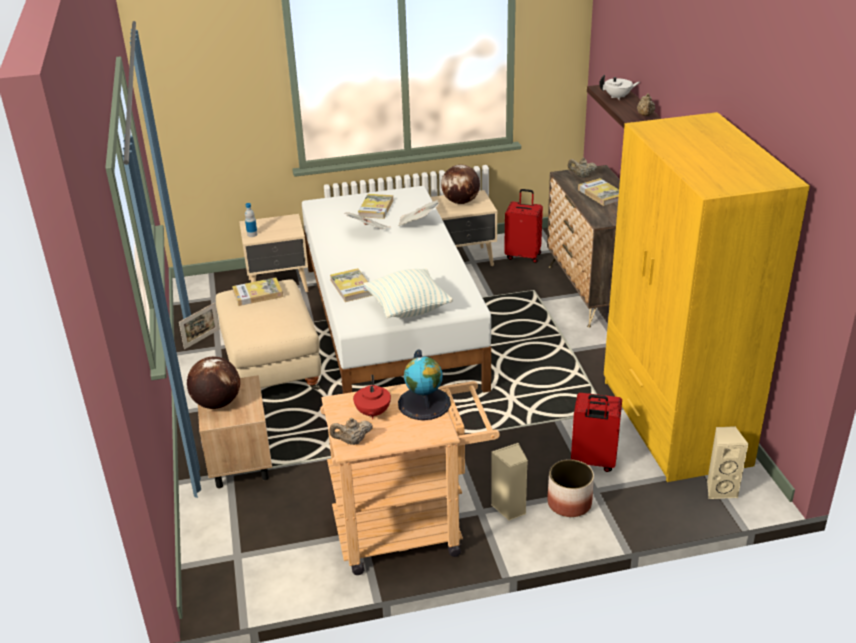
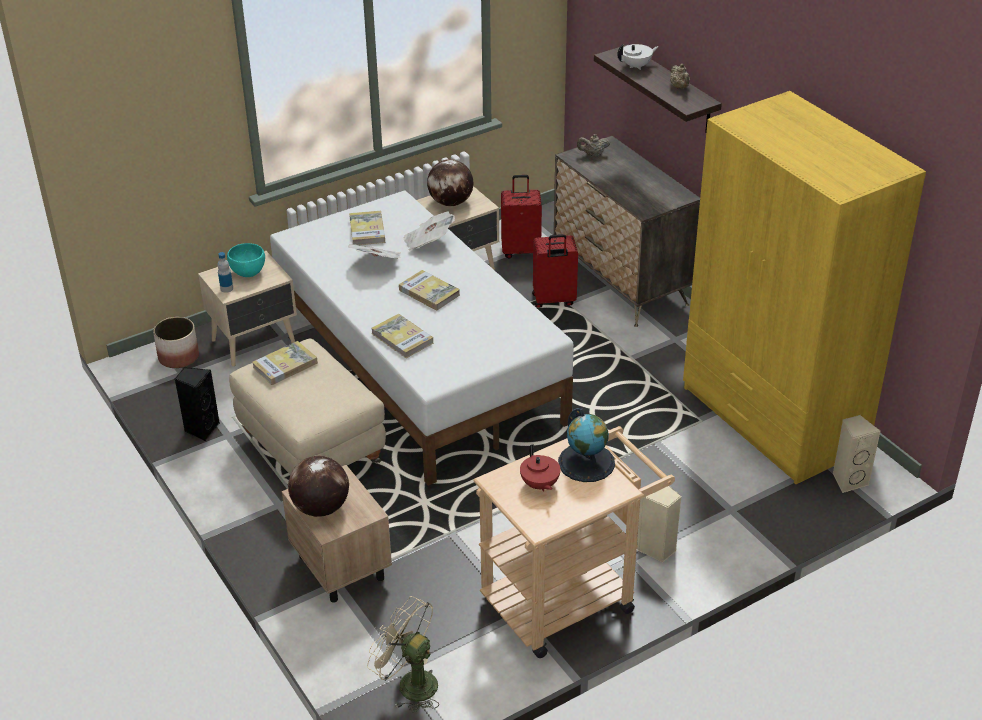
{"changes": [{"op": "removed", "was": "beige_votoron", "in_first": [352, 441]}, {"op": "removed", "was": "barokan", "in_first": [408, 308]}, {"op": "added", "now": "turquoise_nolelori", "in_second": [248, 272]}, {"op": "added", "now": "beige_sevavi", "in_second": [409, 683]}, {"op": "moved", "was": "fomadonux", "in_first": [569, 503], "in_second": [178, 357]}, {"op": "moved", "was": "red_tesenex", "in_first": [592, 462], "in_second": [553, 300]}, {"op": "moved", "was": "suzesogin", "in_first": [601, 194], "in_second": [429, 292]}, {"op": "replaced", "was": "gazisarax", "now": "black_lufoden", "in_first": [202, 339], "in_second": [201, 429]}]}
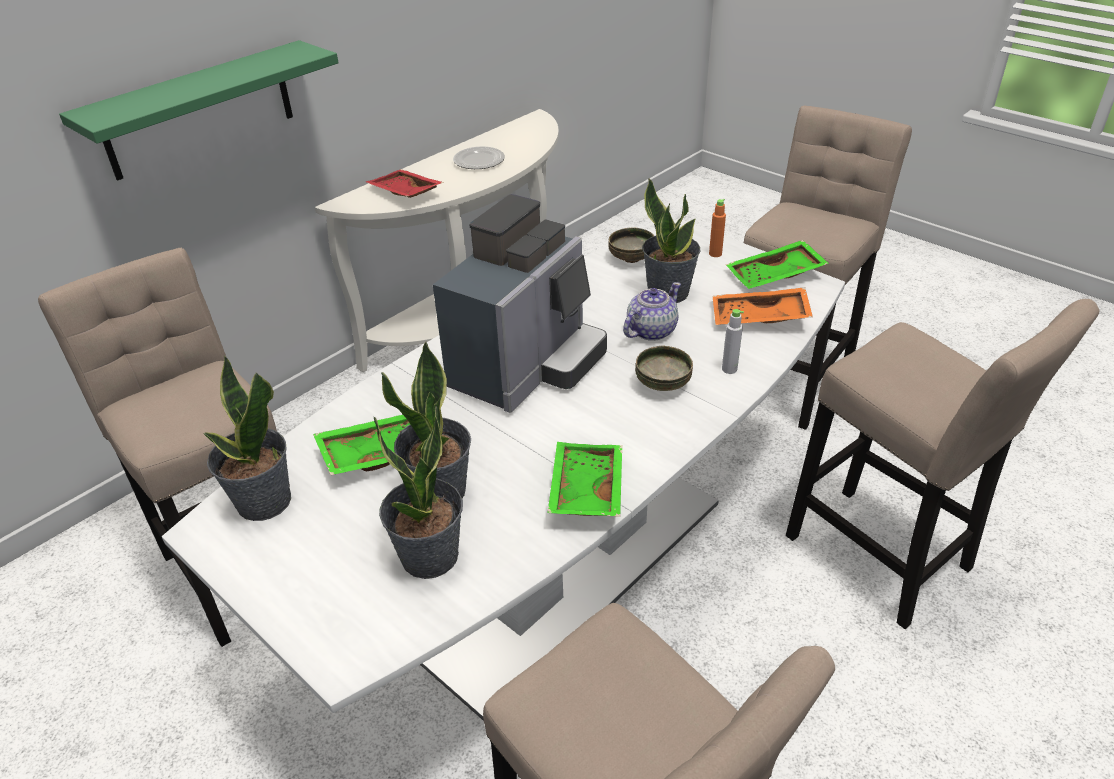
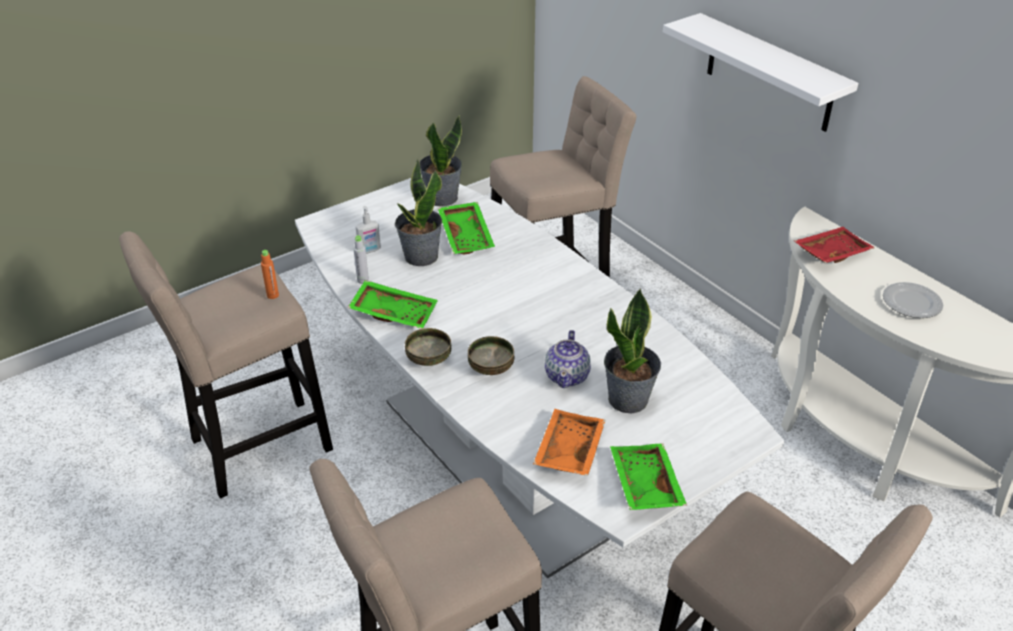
{"changes": [{"op": "removed", "was": "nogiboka", "in_first": [528, 366]}, {"op": "moved", "was": "nolelori", "in_first": [631, 259], "in_second": [428, 360]}, {"op": "moved", "was": "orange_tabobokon", "in_first": [715, 254], "in_second": [273, 295]}, {"op": "moved", "was": "grey_tabobokon", "in_first": [729, 369], "in_second": [363, 280]}, {"op": "replaced", "was": "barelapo", "now": "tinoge", "in_first": [430, 557], "in_second": [369, 250]}, {"op": "recoloured", "was": "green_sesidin", "now": "white_sesidin", "in_first": [199, 110], "in_second": [769, 73]}, {"op": "turned", "was": "votoron", "in_first": [650, 331], "in_second": [567, 376], "clockwise": 45}]}
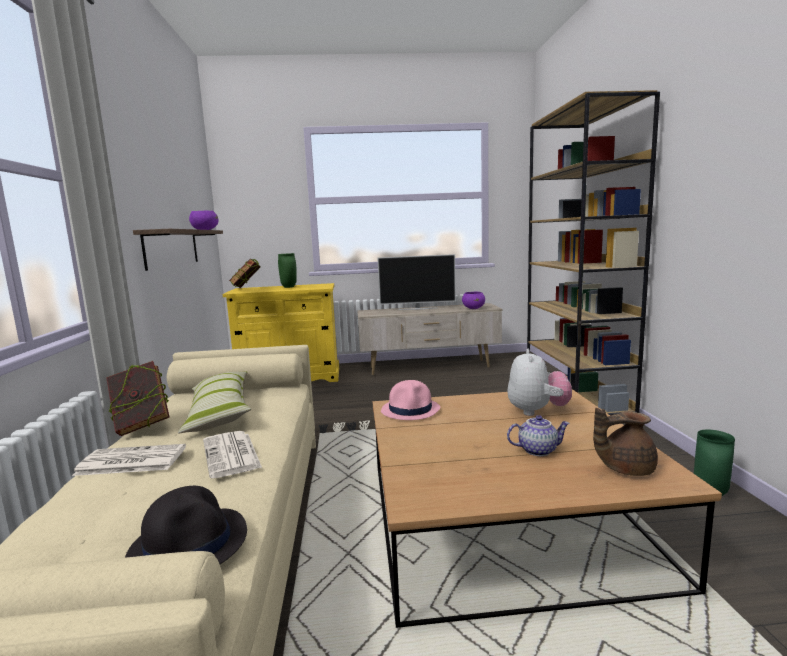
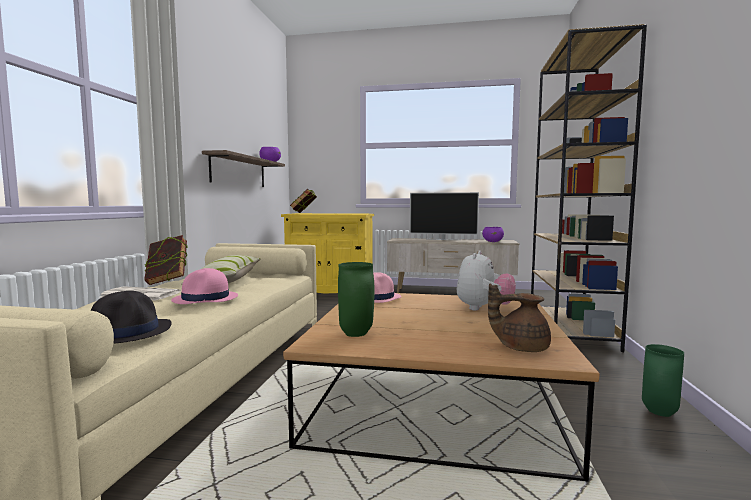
{"changes": [{"op": "removed", "was": "votoron", "in_first": [537, 450]}, {"op": "moved", "was": "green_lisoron", "in_first": [288, 287], "in_second": [355, 334]}, {"op": "replaced", "was": "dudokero", "now": "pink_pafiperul", "in_first": [232, 455], "in_second": [205, 299]}]}
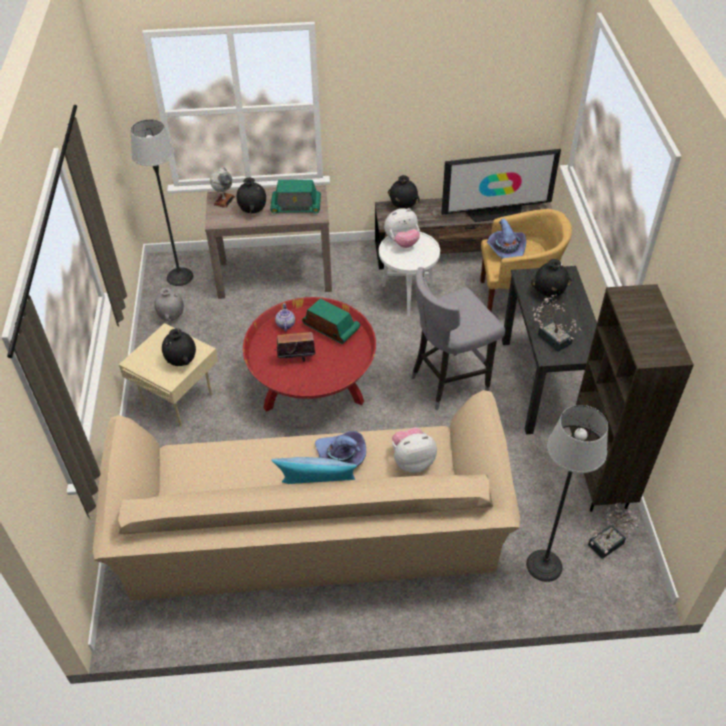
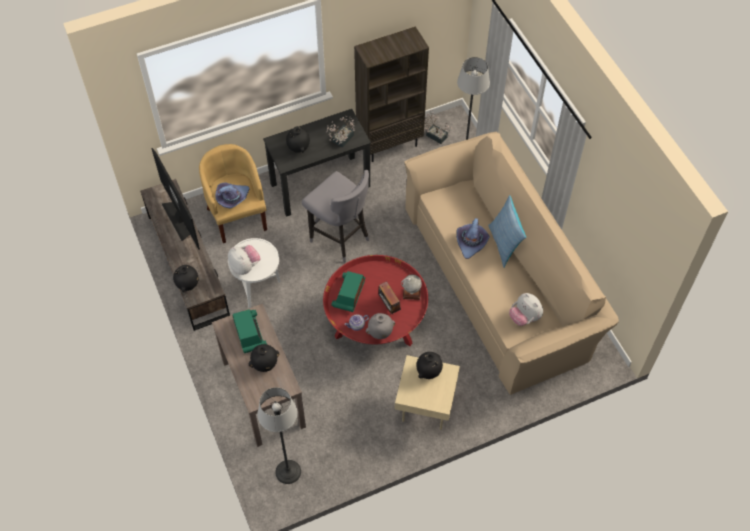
{"changes": [{"op": "moved", "was": "grey_lisoron", "in_first": [171, 316], "in_second": [380, 333]}, {"op": "moved", "was": "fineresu", "in_first": [224, 200], "in_second": [411, 294]}, {"op": "moved", "was": "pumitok", "in_first": [412, 461], "in_second": [524, 317]}]}
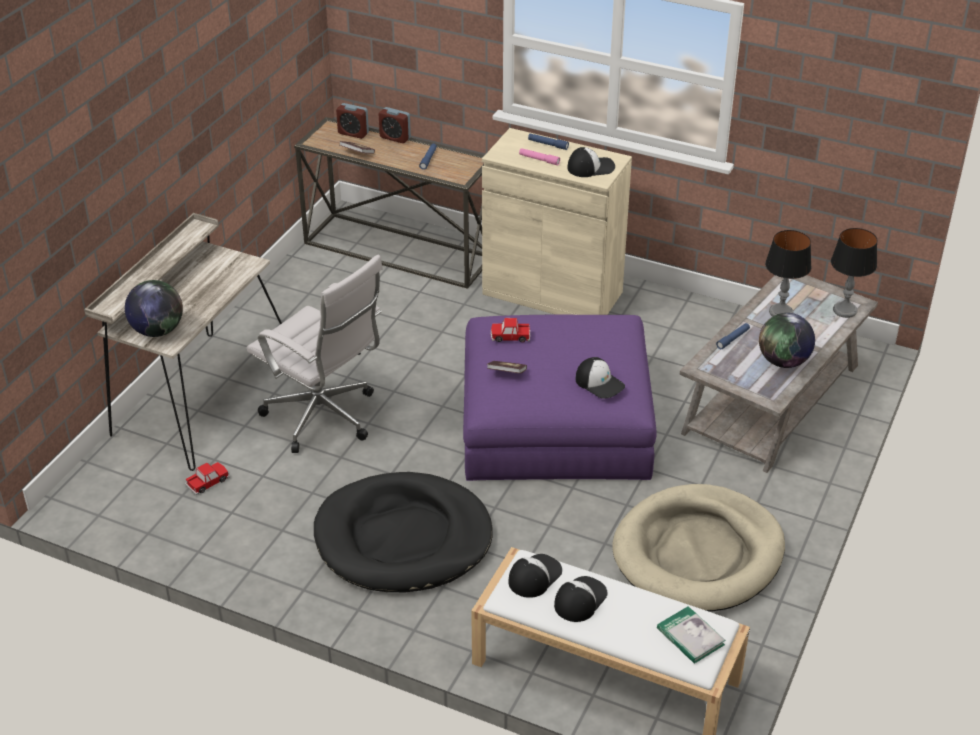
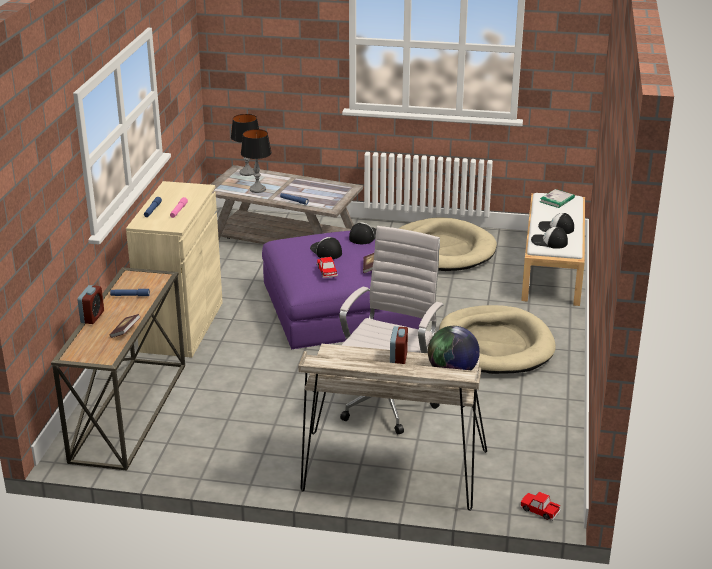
{"changes": [{"op": "removed", "was": "fineresu", "in_first": [783, 362]}, {"op": "moved", "was": "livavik", "in_first": [208, 482], "in_second": [539, 510]}, {"op": "moved", "was": "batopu", "in_first": [353, 133], "in_second": [398, 360]}, {"op": "moved", "was": "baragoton", "in_first": [591, 167], "in_second": [326, 251]}, {"op": "recoloured", "was": "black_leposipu", "now": "beige_leposipu", "in_first": [403, 538], "in_second": [495, 345]}]}
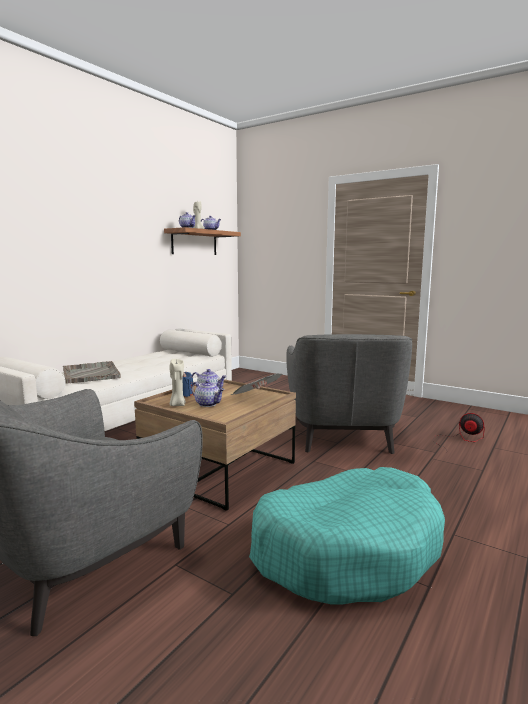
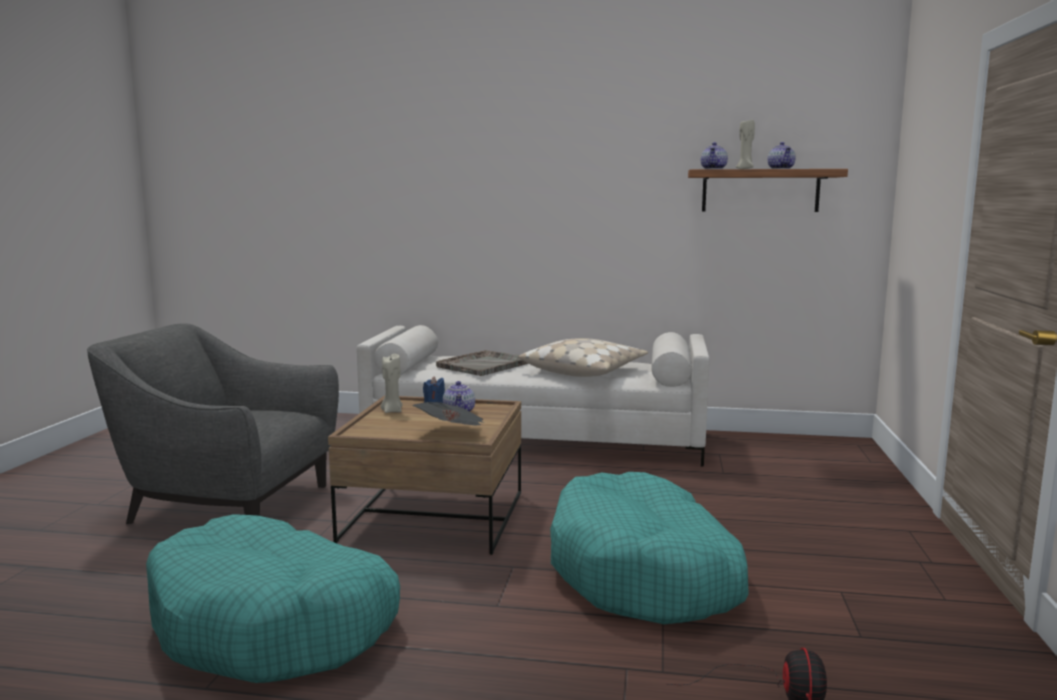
{"changes": [{"op": "removed", "was": "votoron", "in_first": [208, 404]}, {"op": "added", "now": "beige_barokan", "in_second": [584, 370]}, {"op": "replaced", "was": "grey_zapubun", "now": "turquoise_leposipu", "in_first": [343, 435], "in_second": [644, 573]}]}
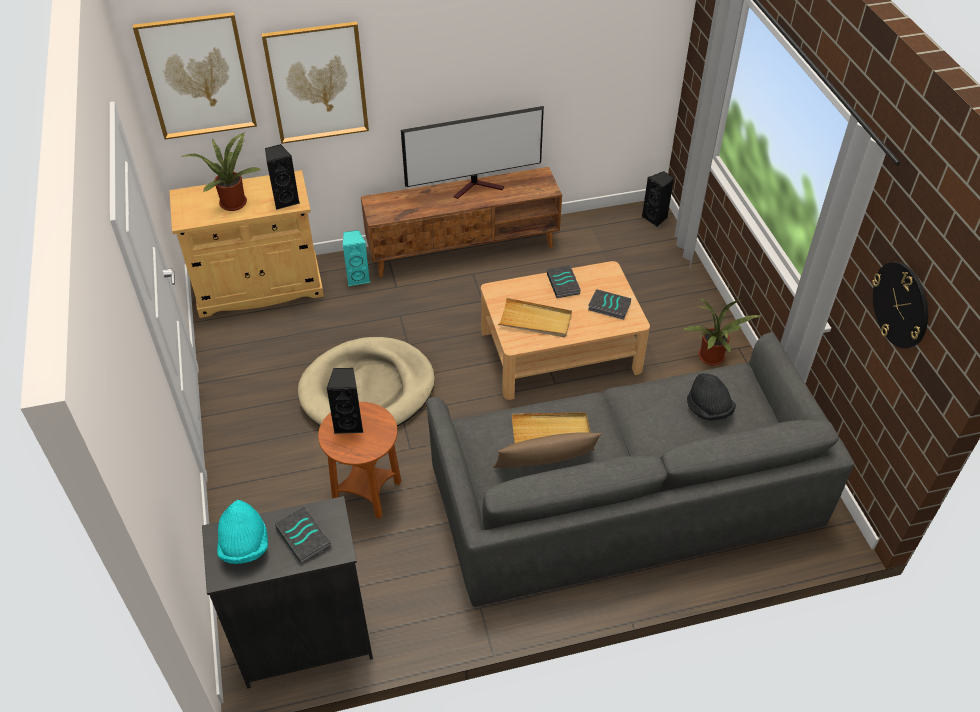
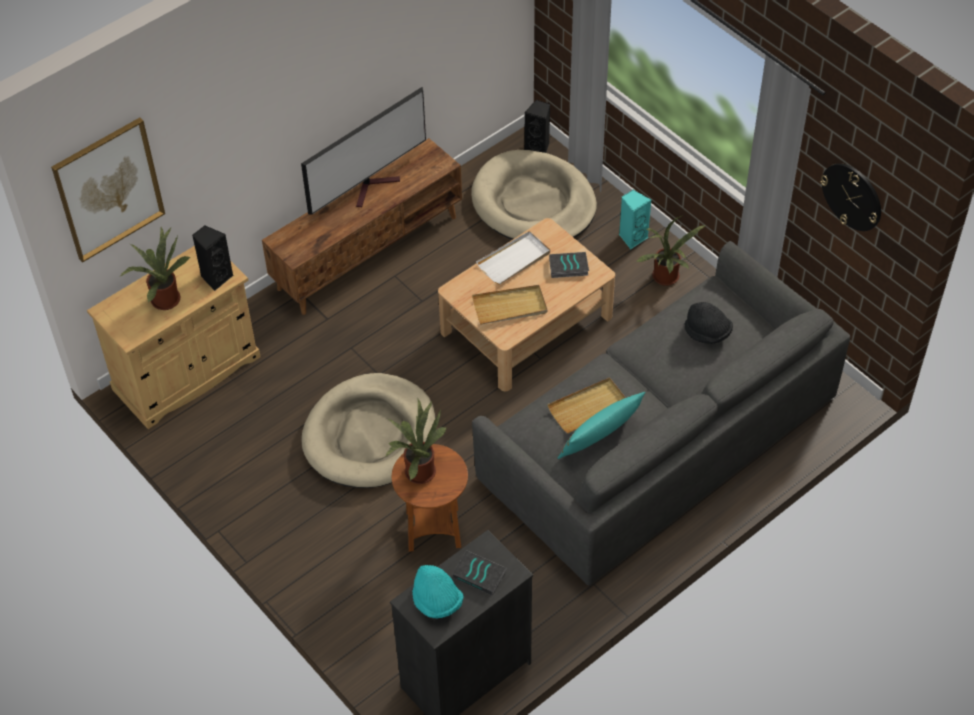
{"changes": [{"op": "removed", "was": "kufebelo", "in_first": [317, 83]}, {"op": "added", "now": "beige_leposipu", "in_second": [533, 203]}, {"op": "moved", "was": "turquoise_lufoden", "in_first": [358, 278], "in_second": [632, 237]}, {"op": "replaced", "was": "black_lufoden", "now": "barelapo", "in_first": [350, 423], "in_second": [417, 470]}, {"op": "replaced", "was": "suzesogin", "now": "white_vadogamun", "in_first": [564, 284], "in_second": [514, 260]}, {"op": "recoloured", "was": "brown_barokan", "now": "turquoise_barokan", "in_first": [546, 465], "in_second": [601, 438]}]}
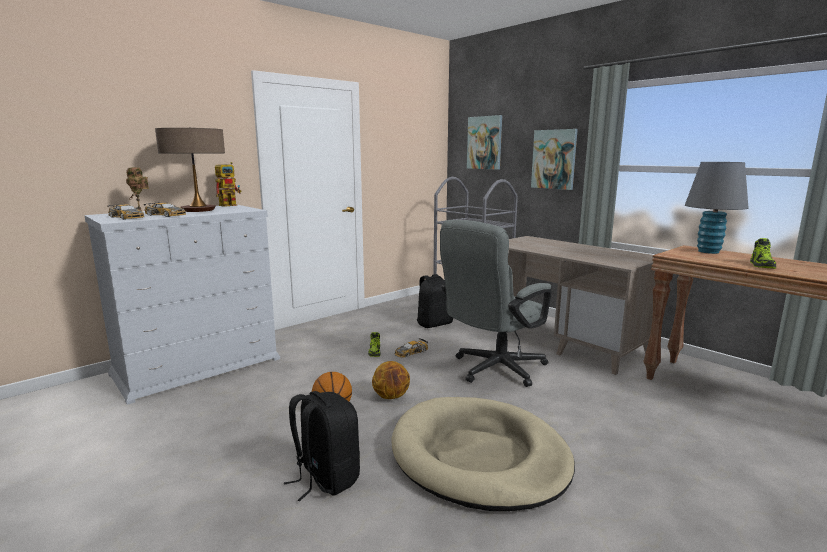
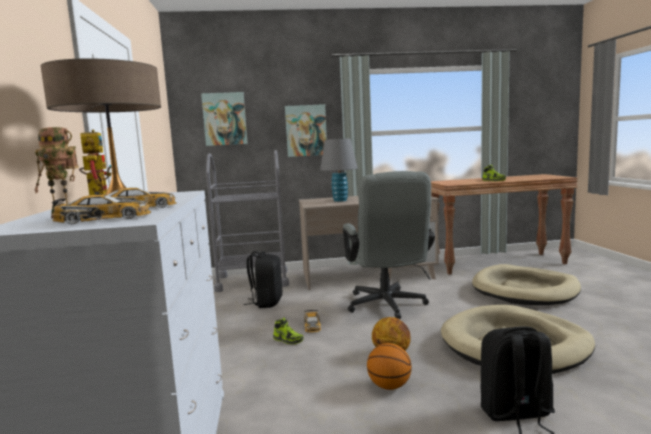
{"changes": [{"op": "added", "now": "beige_leposipu", "in_second": [525, 290]}, {"op": "moved", "was": "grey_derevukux", "in_first": [708, 251], "in_second": [340, 200]}]}
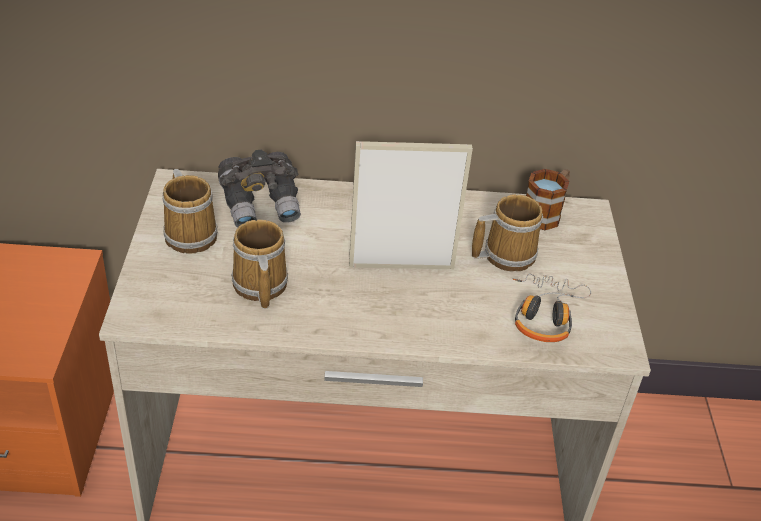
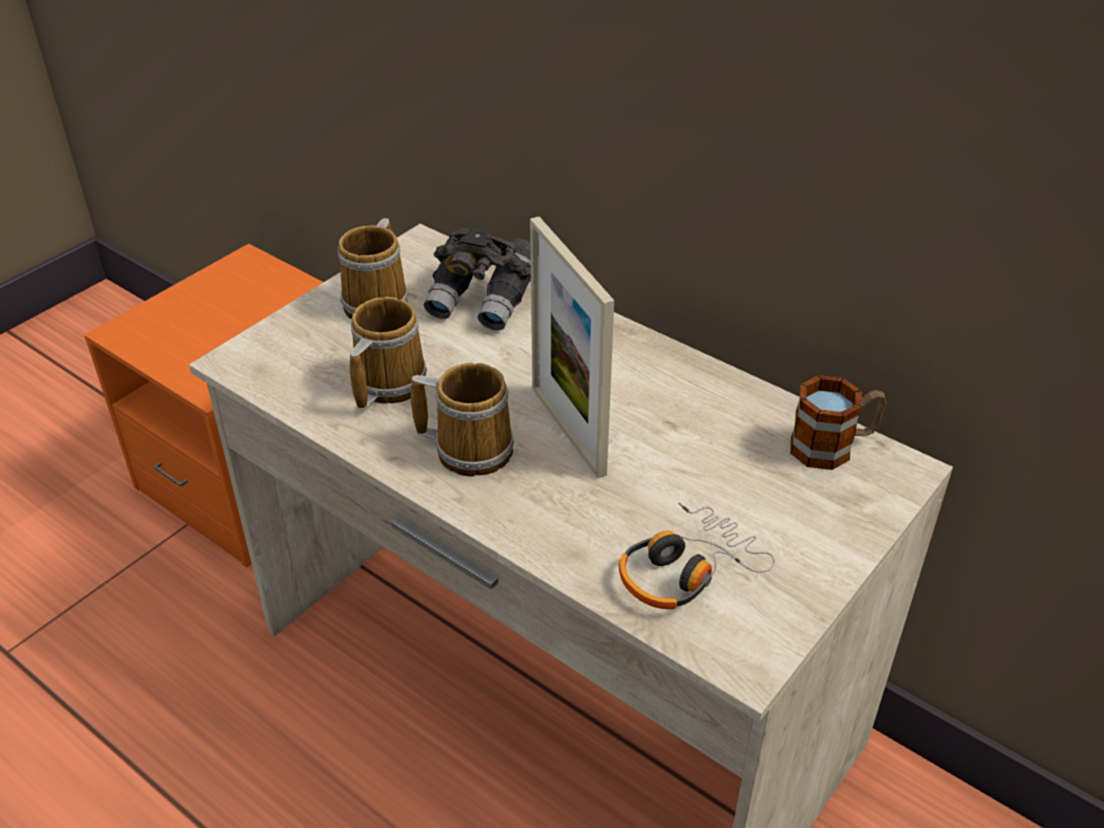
{"changes": [{"op": "moved", "was": "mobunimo", "in_first": [505, 254], "in_second": [470, 447]}, {"op": "turned", "was": "gazisarax", "in_first": [401, 266], "in_second": [568, 430], "clockwise": -150}]}
